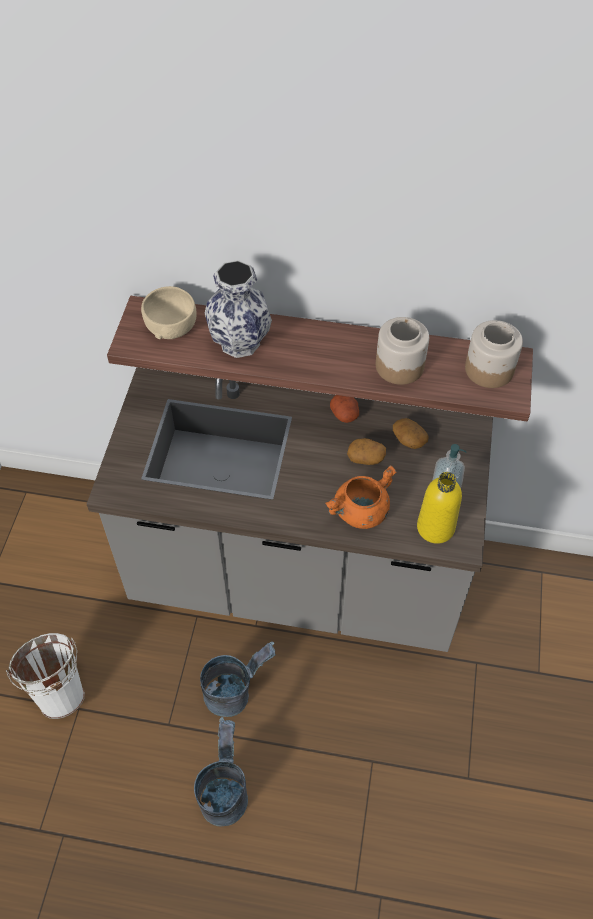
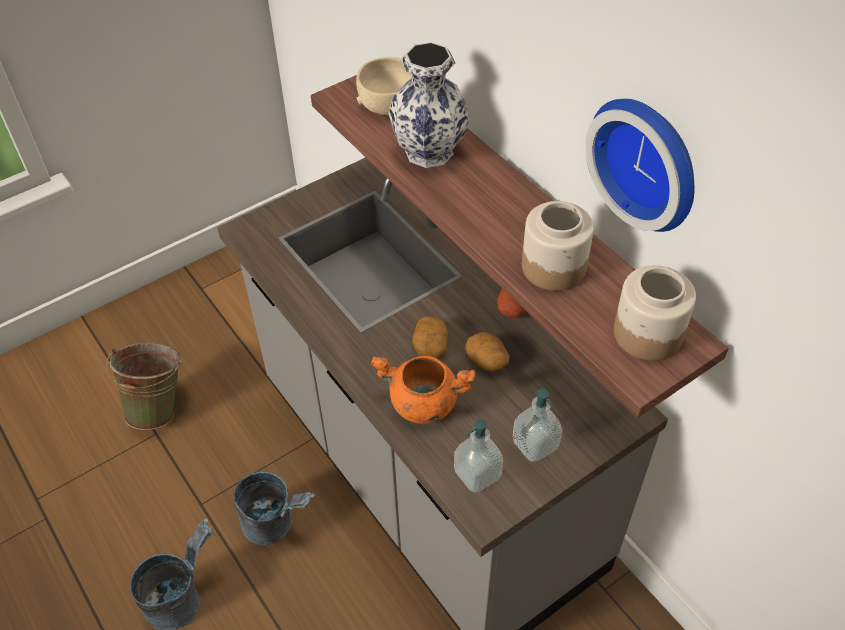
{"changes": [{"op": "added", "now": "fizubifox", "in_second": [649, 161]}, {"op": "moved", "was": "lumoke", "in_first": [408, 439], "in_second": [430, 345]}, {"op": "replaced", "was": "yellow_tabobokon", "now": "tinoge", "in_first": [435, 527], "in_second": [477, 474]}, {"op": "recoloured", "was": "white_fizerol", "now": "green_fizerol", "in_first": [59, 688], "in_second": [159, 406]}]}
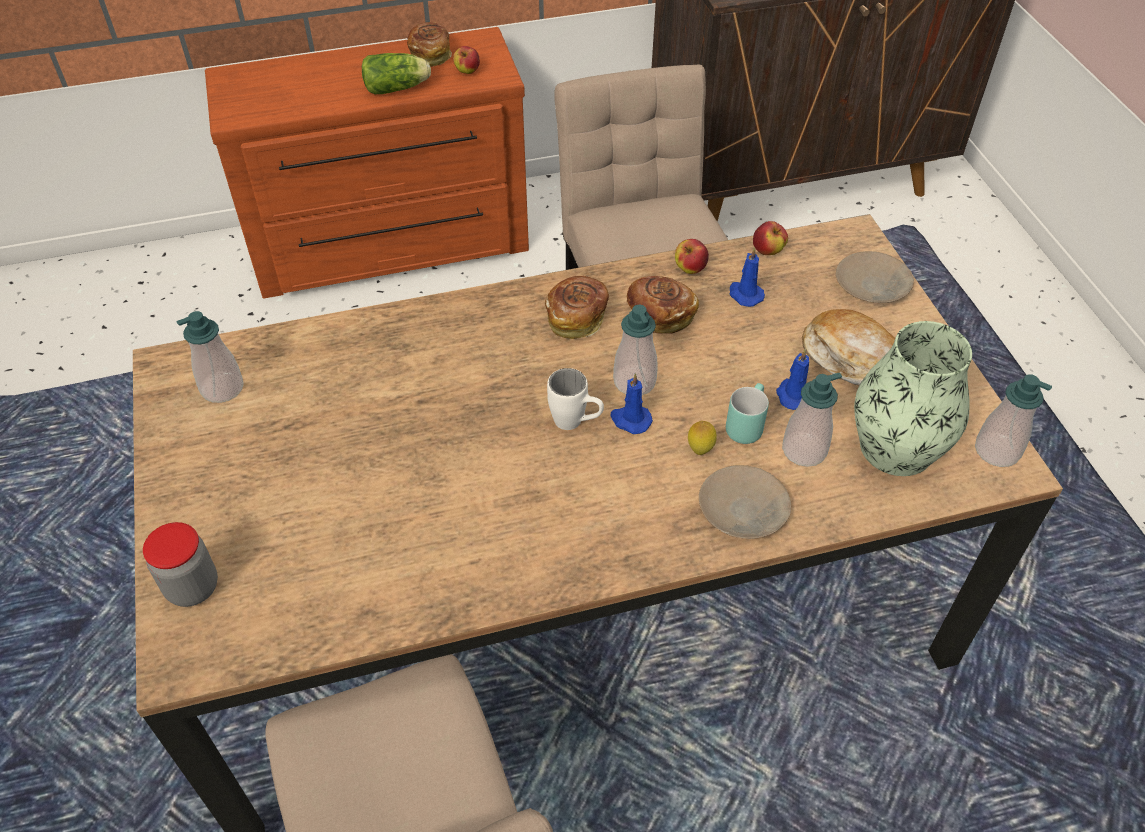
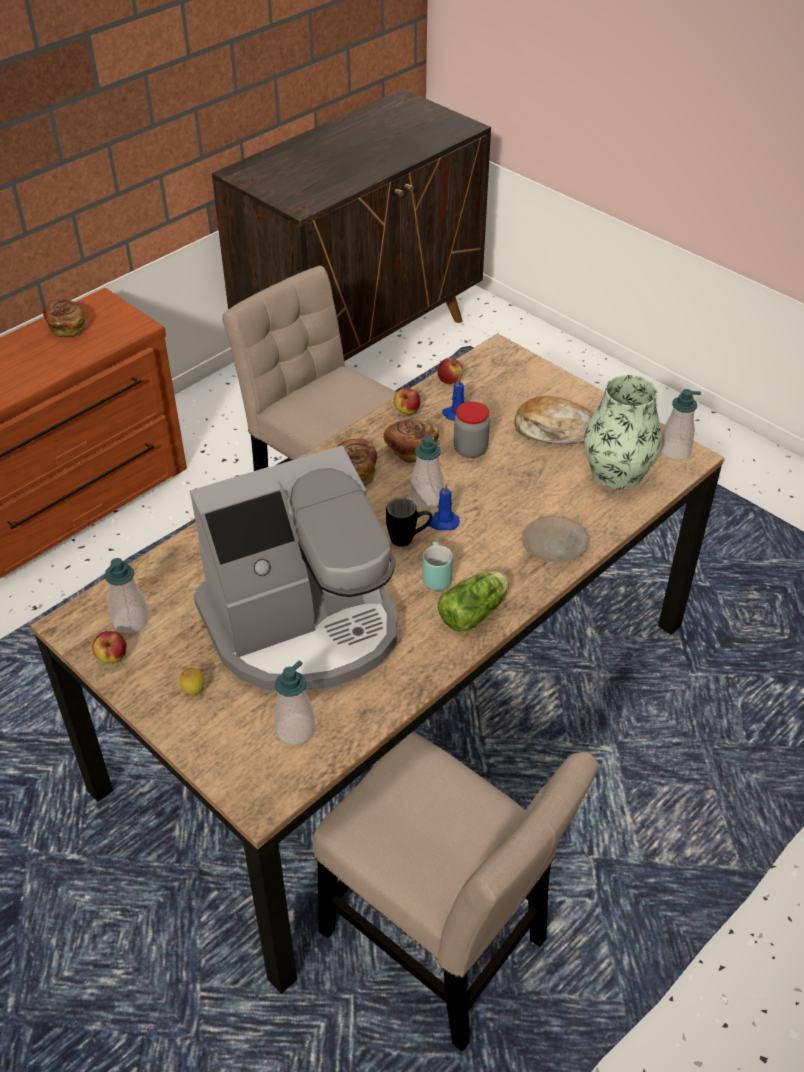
{"changes": [{"op": "removed", "was": "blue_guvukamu", "in_first": [792, 395]}, {"op": "removed", "was": "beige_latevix", "in_first": [873, 285]}, {"op": "added", "now": "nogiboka", "in_second": [303, 626]}, {"op": "moved", "was": "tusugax", "in_first": [192, 587], "in_second": [470, 450]}, {"op": "moved", "was": "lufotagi", "in_first": [398, 88], "in_second": [475, 612]}, {"op": "moved", "was": "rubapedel", "in_first": [467, 71], "in_second": [112, 657]}, {"op": "moved", "was": "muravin", "in_first": [700, 449], "in_second": [194, 691]}, {"op": "moved", "was": "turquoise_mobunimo", "in_first": [744, 424], "in_second": [434, 576]}, {"op": "moved", "was": "tinoge", "in_first": [804, 450], "in_second": [295, 730]}, {"op": "recoloured", "was": "white_mobunimo", "now": "black_mobunimo", "in_first": [576, 423], "in_second": [409, 539]}]}
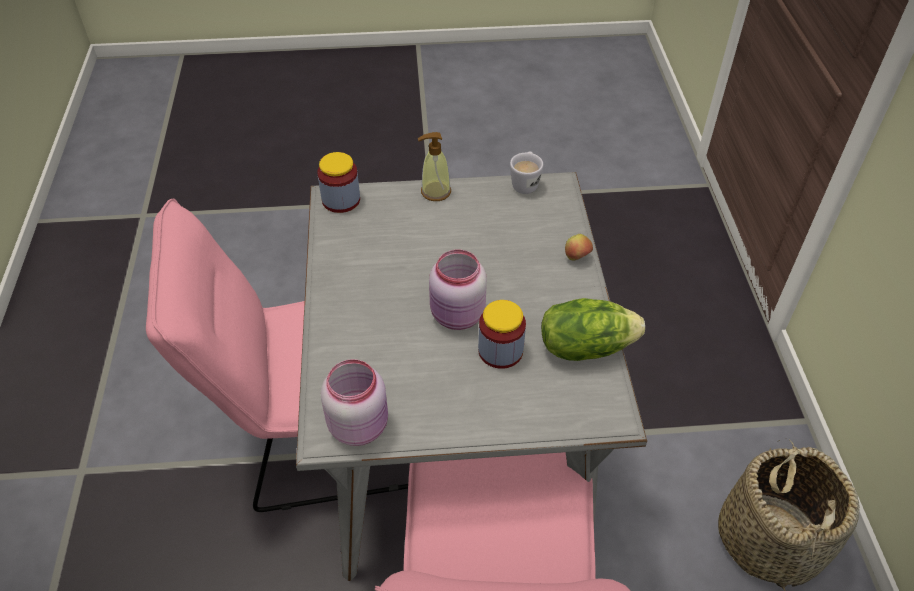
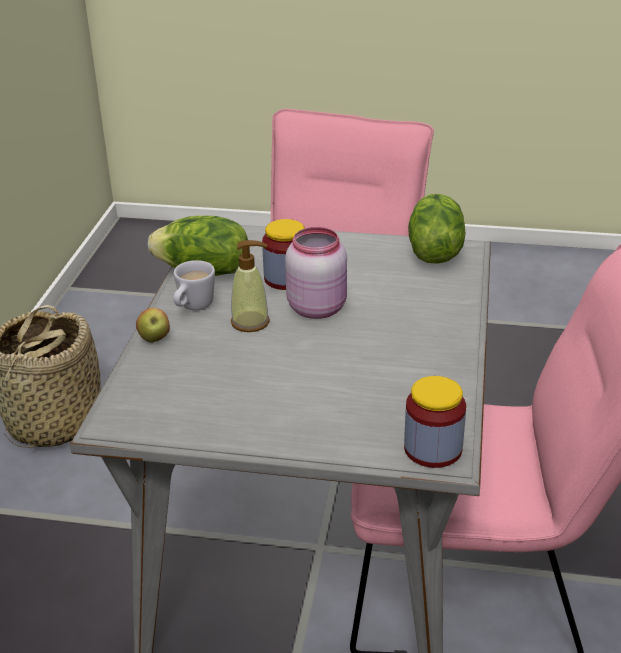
{"changes": [{"op": "moved", "was": "tinoge", "in_first": [435, 192], "in_second": [250, 322]}, {"op": "moved", "was": "white_mobunimo", "in_first": [525, 183], "in_second": [193, 307]}, {"op": "replaced", "was": "pink_tusugax", "now": "lufotagi", "in_first": [360, 424], "in_second": [433, 251]}]}
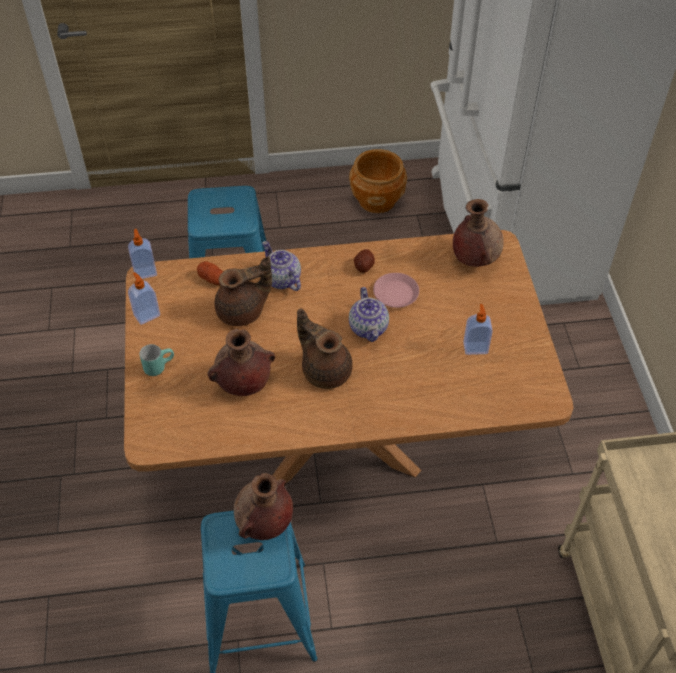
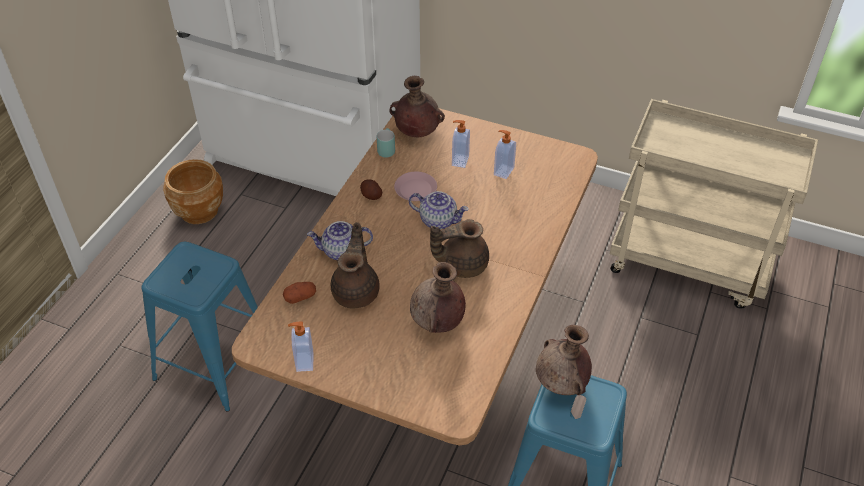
{"changes": [{"op": "moved", "was": "tinoge", "in_first": [145, 272], "in_second": [459, 160]}, {"op": "moved", "was": "turquoise_mobunimo", "in_first": [158, 366], "in_second": [385, 149]}]}
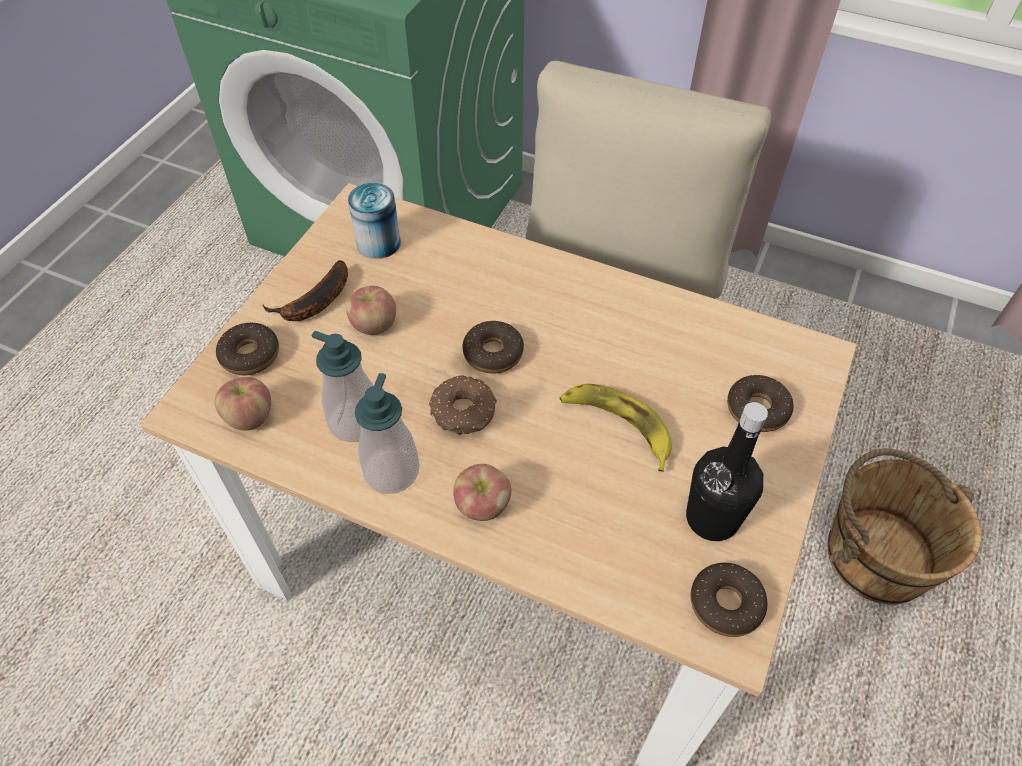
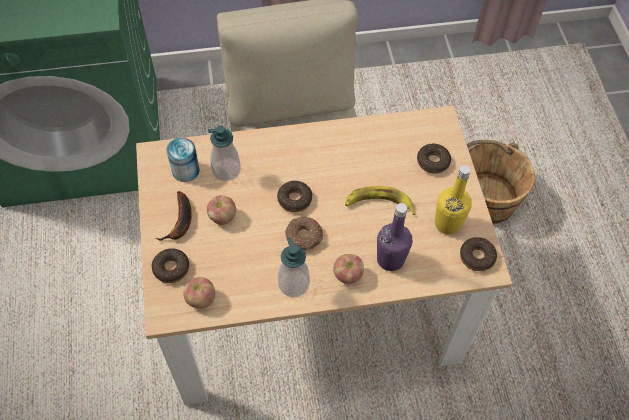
{"changes": [{"op": "added", "now": "purple_tabobokon", "in_second": [390, 259]}, {"op": "moved", "was": "tinoge", "in_first": [355, 421], "in_second": [226, 170]}, {"op": "recoloured", "was": "black_tabobokon", "now": "yellow_tabobokon", "in_first": [712, 518], "in_second": [447, 223]}]}
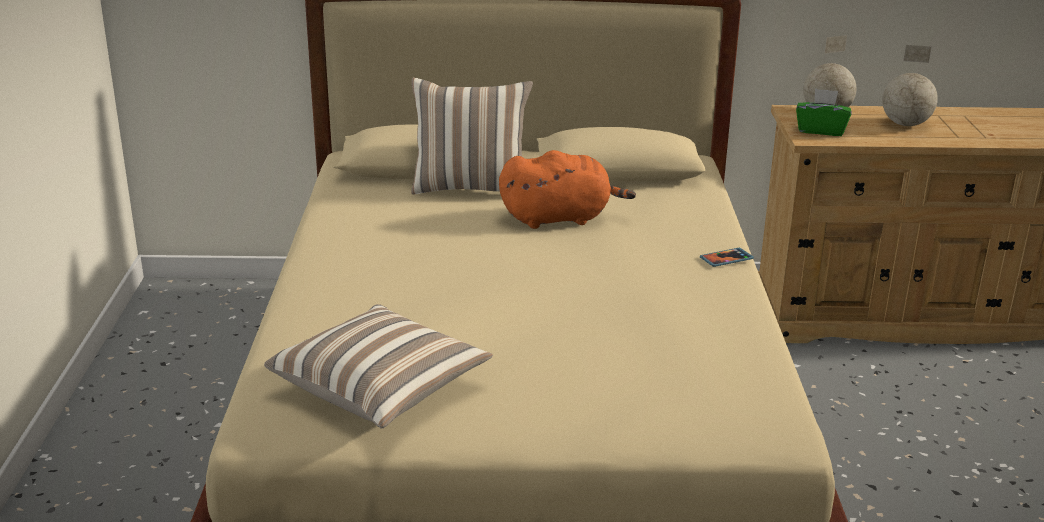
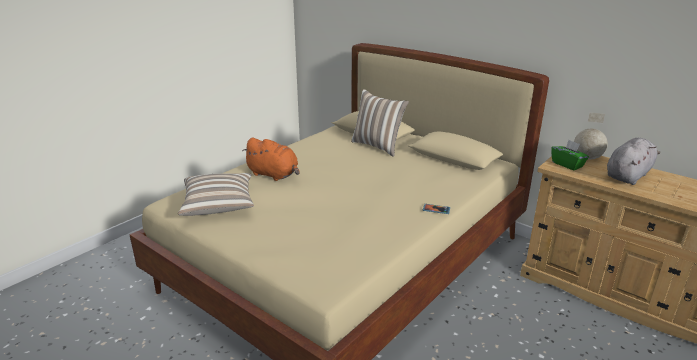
{"changes": [{"op": "moved", "was": "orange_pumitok", "in_first": [560, 218], "in_second": [274, 175]}, {"op": "replaced", "was": "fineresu", "now": "grey_pumitok", "in_first": [904, 124], "in_second": [628, 175]}]}
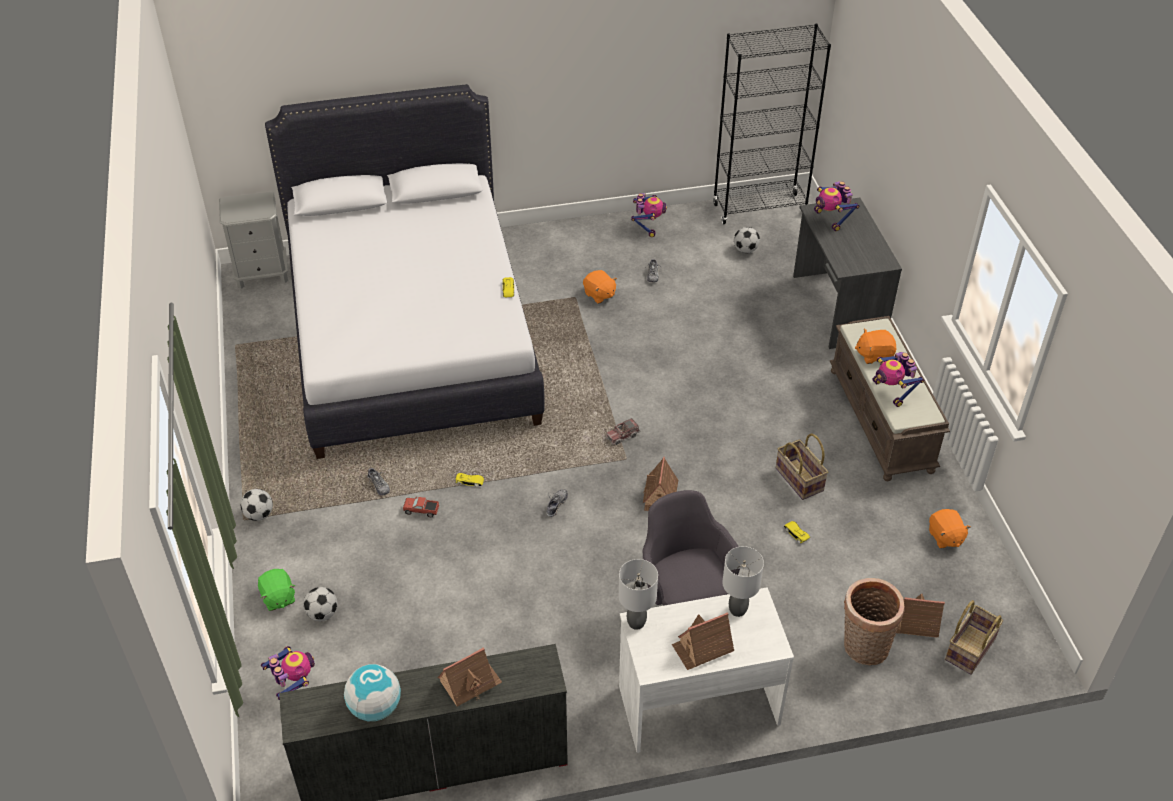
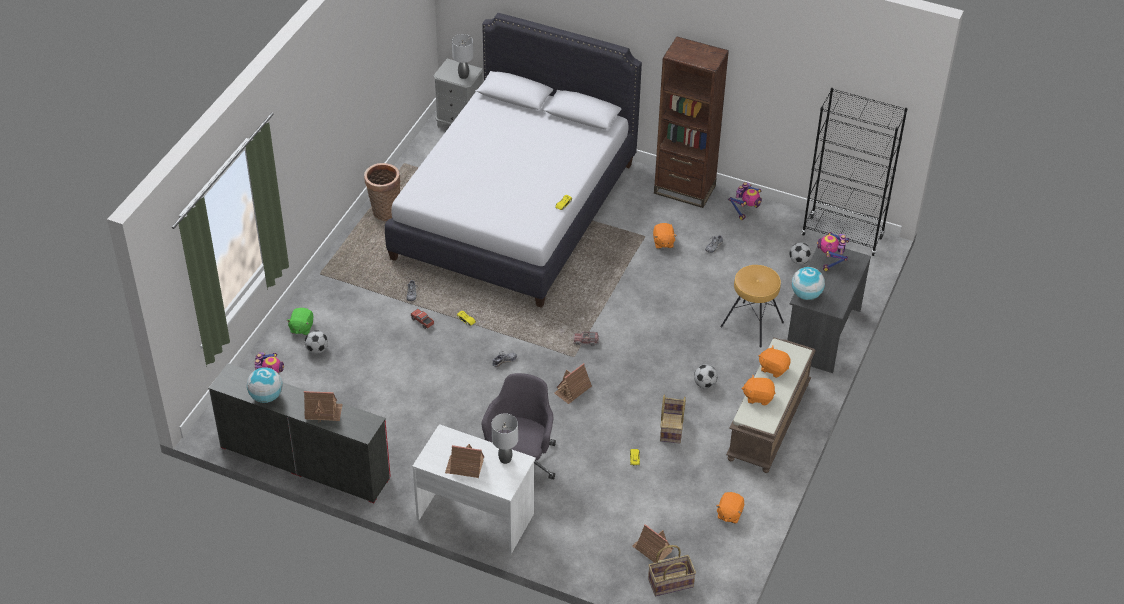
{"changes": [{"op": "added", "now": "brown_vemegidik", "in_second": [684, 189]}, {"op": "added", "now": "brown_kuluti", "in_second": [752, 324]}, {"op": "added", "now": "fineresu", "in_second": [806, 295]}, {"op": "moved", "was": "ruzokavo", "in_first": [259, 515], "in_second": [704, 384]}, {"op": "moved", "was": "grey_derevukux", "in_first": [636, 623], "in_second": [463, 76]}, {"op": "moved", "was": "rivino", "in_first": [863, 648], "in_second": [384, 211]}, {"op": "replaced", "was": "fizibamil", "now": "orange_pumitok", "in_first": [892, 392], "in_second": [758, 397]}]}
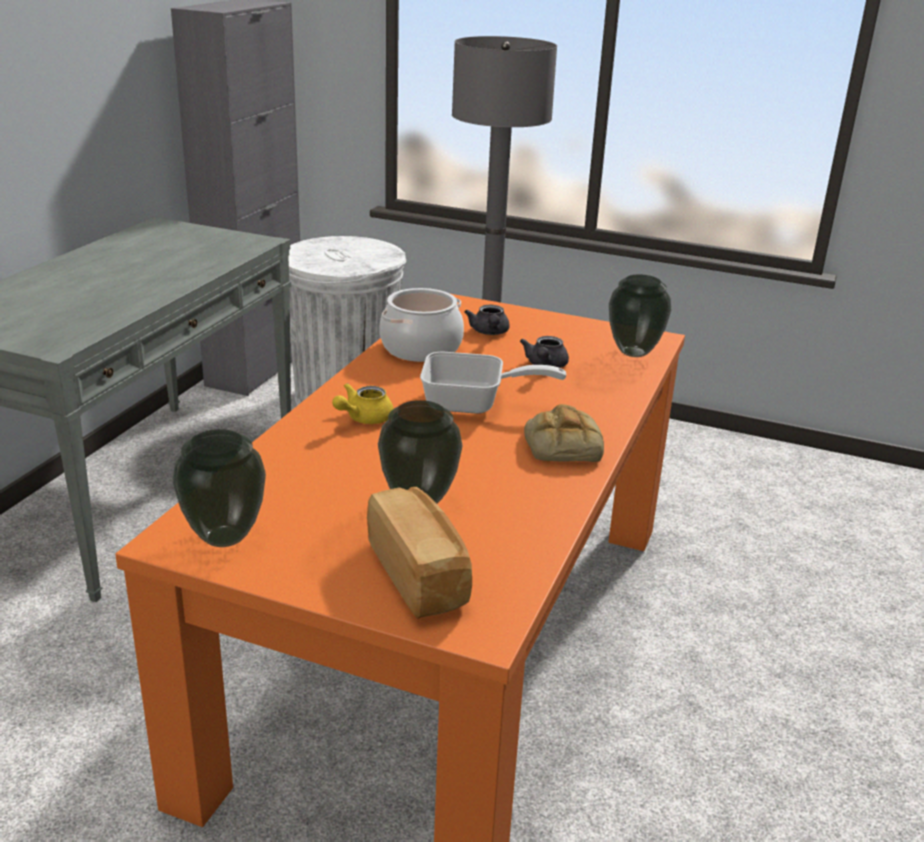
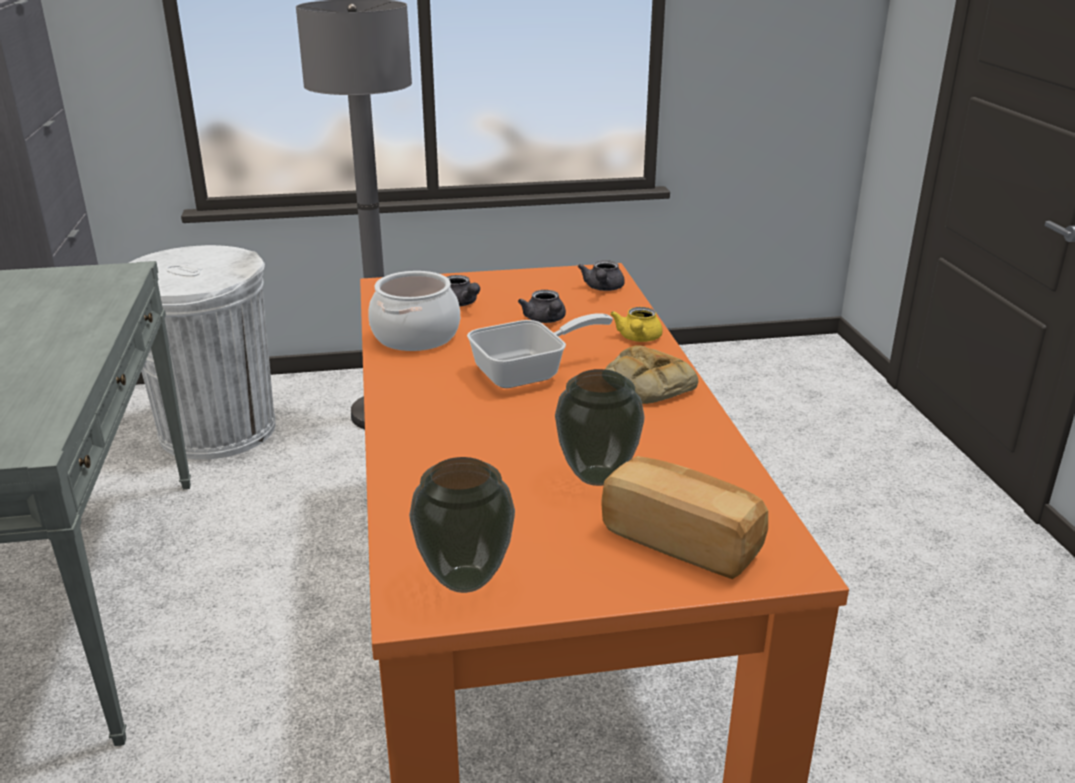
{"changes": [{"op": "moved", "was": "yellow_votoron", "in_first": [363, 418], "in_second": [638, 338]}, {"op": "replaced", "was": "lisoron", "now": "grey_votoron", "in_first": [634, 353], "in_second": [603, 288]}]}
